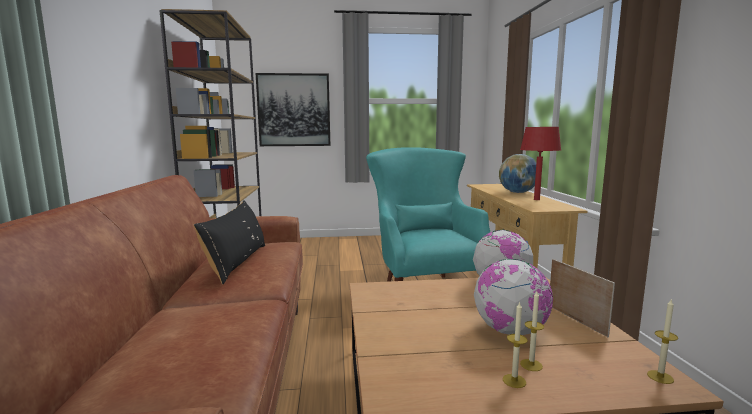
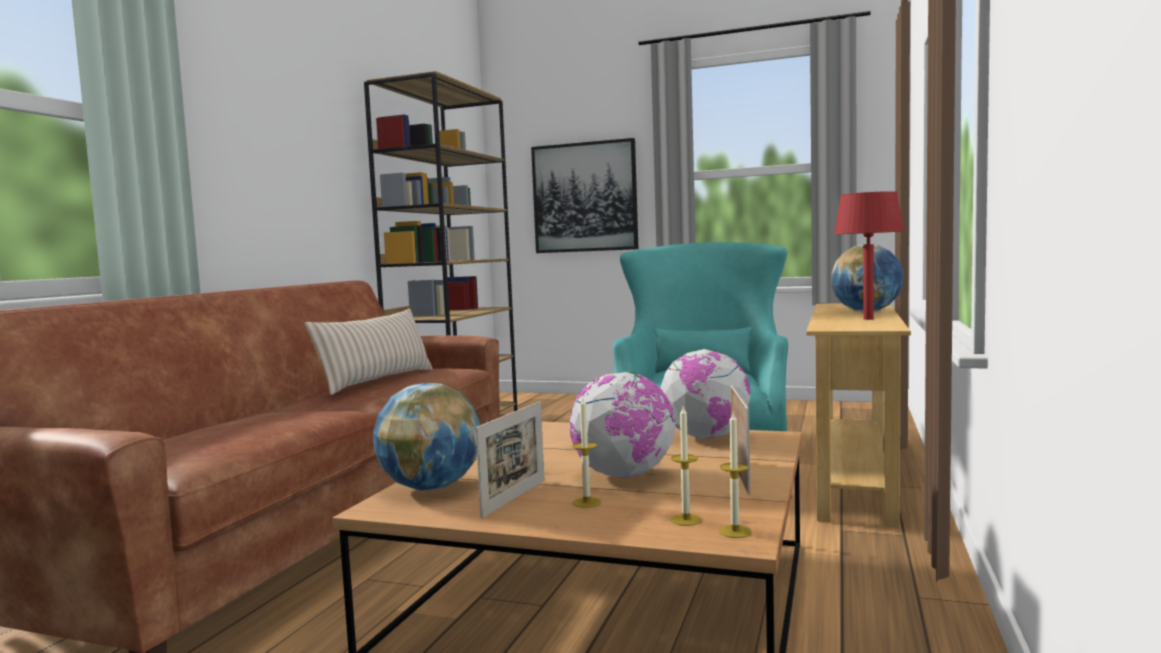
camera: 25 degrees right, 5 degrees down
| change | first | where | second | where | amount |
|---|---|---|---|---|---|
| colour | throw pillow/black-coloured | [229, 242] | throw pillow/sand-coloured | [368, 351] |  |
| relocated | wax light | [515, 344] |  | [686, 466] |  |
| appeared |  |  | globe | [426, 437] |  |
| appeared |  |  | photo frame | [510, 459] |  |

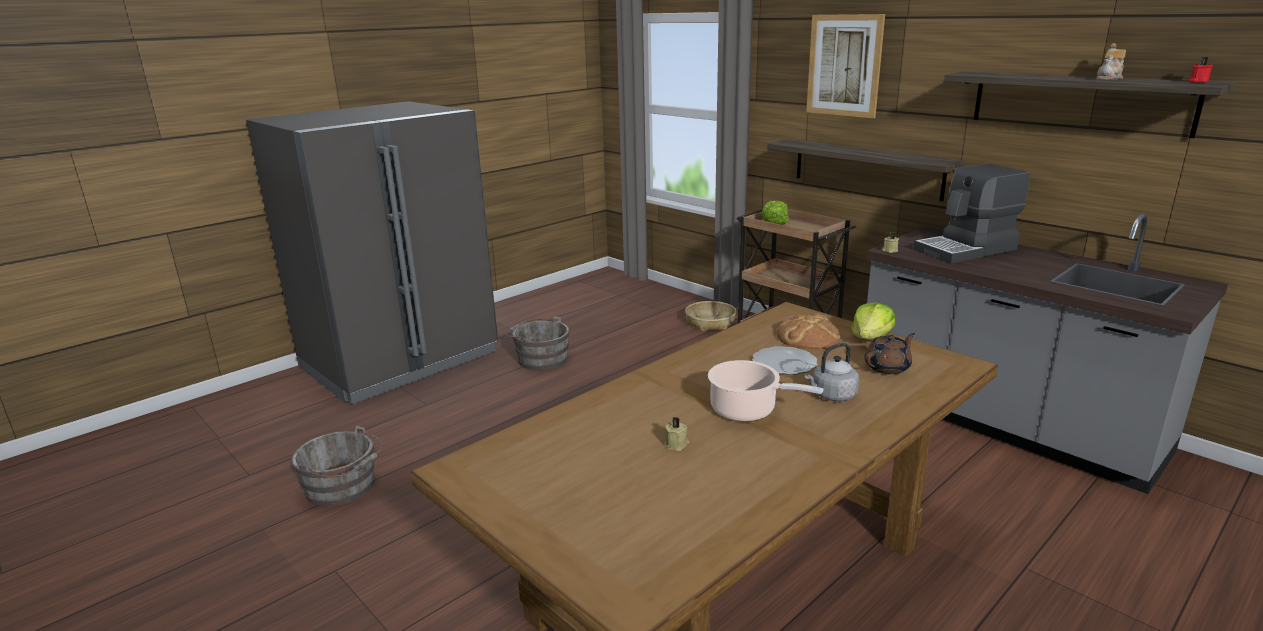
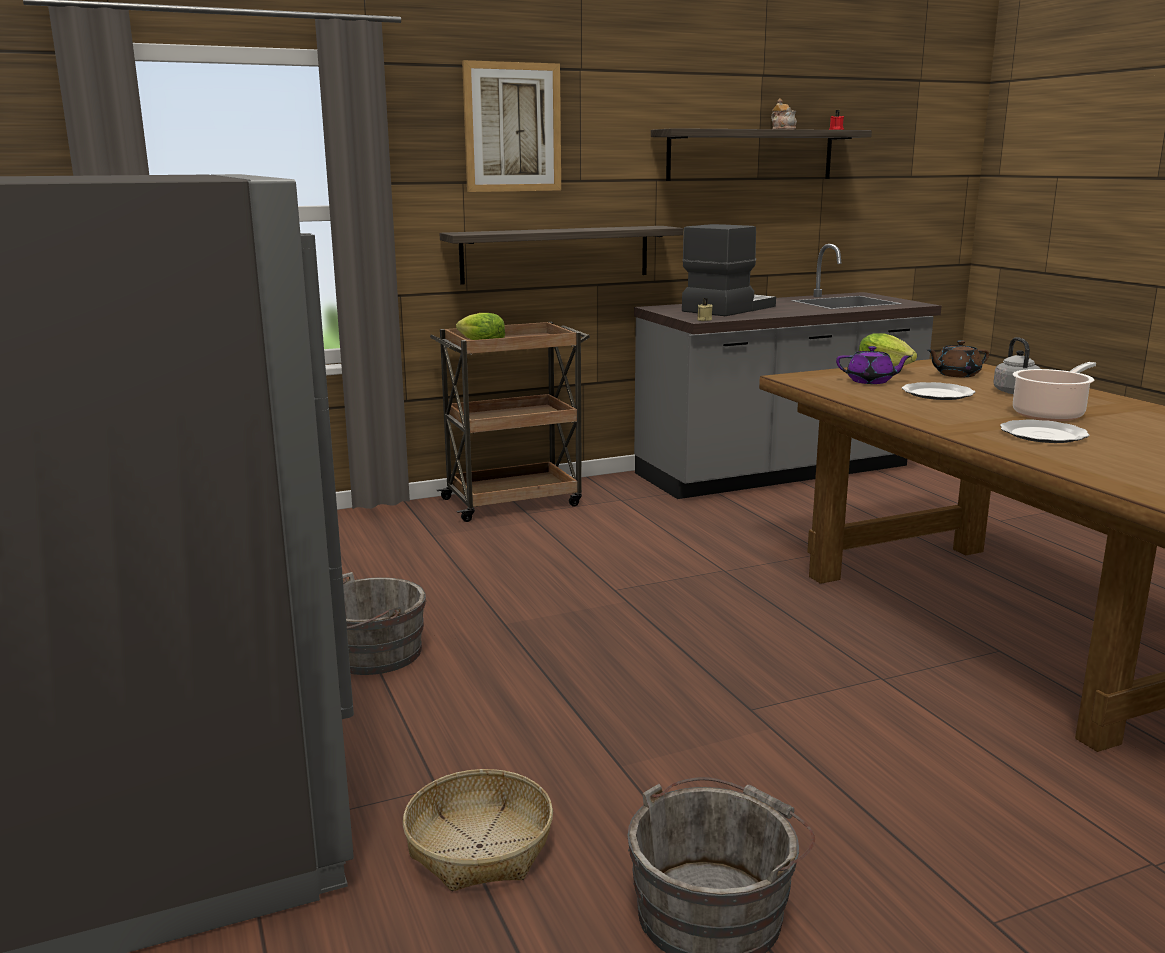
camera: 70 degrees left, 5 degrees down
| change | first | where | second | where | amount |
|---|---|---|---|---|---|
| missing | wax light/sand-coloured | [677, 434] |  |  |  |
| relocated | basket | [710, 316] |  | [478, 830] |  |
| exchanged | bread | [809, 331] | tea pot/purplish | [874, 365] |  |
| spun | tea pot/brownish | [889, 354] |  | [958, 358] | 90 degrees counterclockwise |
| spun | coffee machine | [971, 213] |  | [729, 270] | 135 degrees counterclockwise |
| appeared |  |  | plate | [1045, 431] |  |

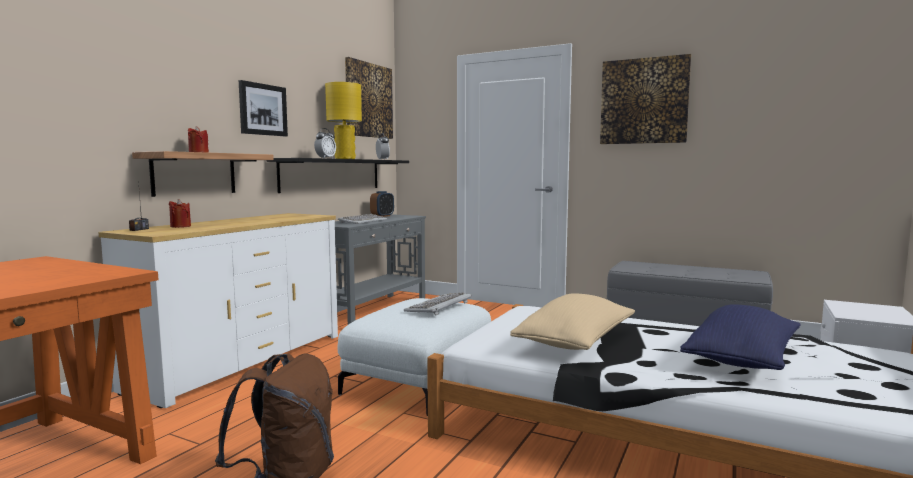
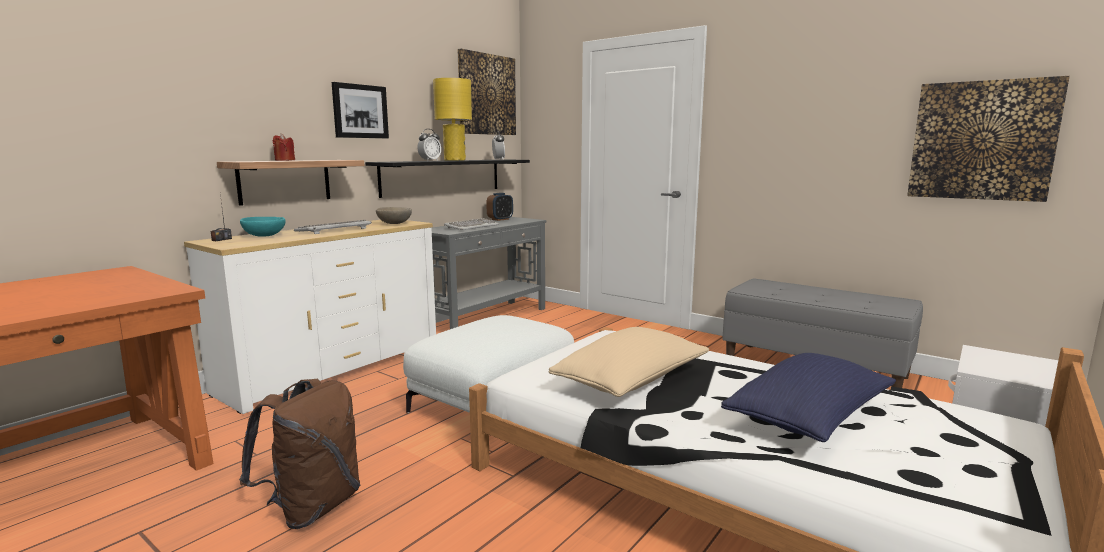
camera: 10 degrees right, 5 degrees up
| change | first | where | second | where | amount |
|---|---|---|---|---|---|
| exchanged | wax light/red | [180, 213] | serving bowl/turquoise | [263, 227] |  |
| relocated | keyboard | [438, 304] |  | [333, 227] |  |
| relocated | wall art | [645, 99] |  | [988, 139] |  |
| appeared |  |  | serving bowl/sand-coloured | [394, 215] |  |

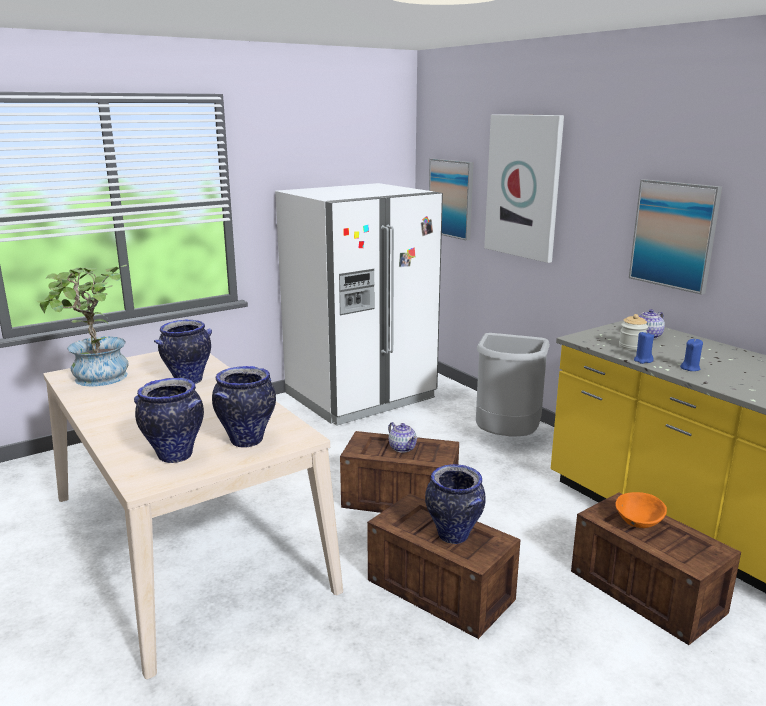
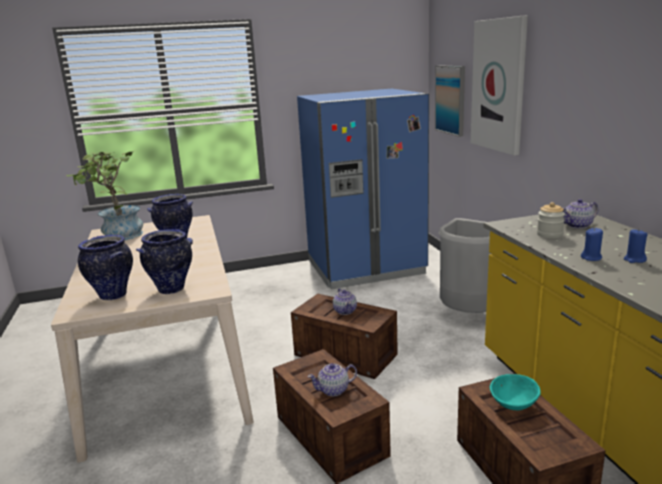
camera: 20 degrees right, 0 degrees up
| change | first | where | second | where | amount |
|---|---|---|---|---|---|
| colour | kitchen fridge/white-coloured | [359, 304] | kitchen fridge/blue | [363, 189] |  |
| exchanged | flower vase | [455, 504] | tea pot | [332, 379] |  |
| colour | serving bowl/orangey | [641, 510] | serving bowl/turquoise | [515, 392] |  |
| missing | wall art | [675, 237] |  |  |  |
| relocated | wax light/blue | [644, 348] |  | [636, 246] |  |

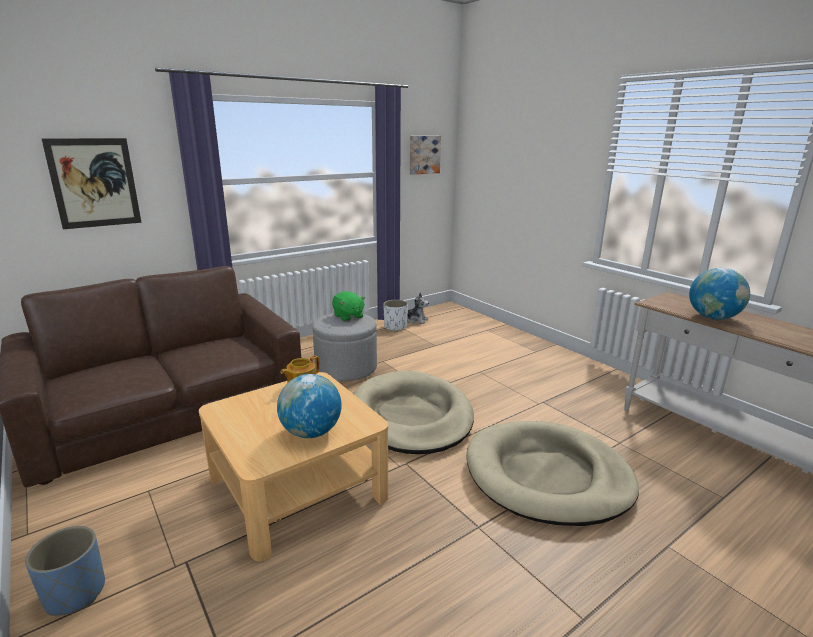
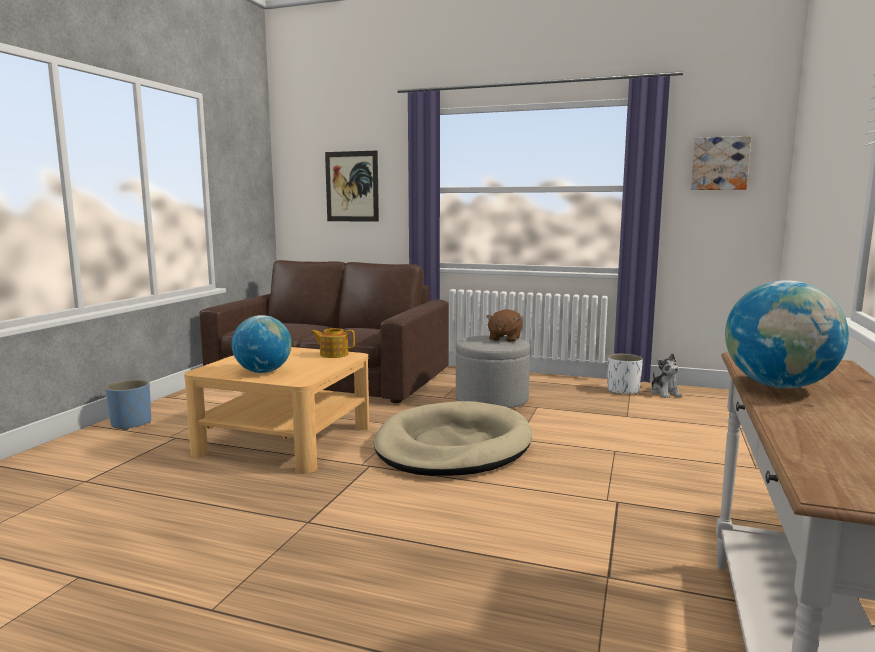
camera: 55 degrees right, 10 degrees down
| change | first | where | second | where | amount |
|---|---|---|---|---|---|
| colour | plush toy/greenish | [348, 306] | plush toy/brownish | [504, 325] |  |
| missing | pet bed/sand-coloured | [552, 473] |  |  |  |

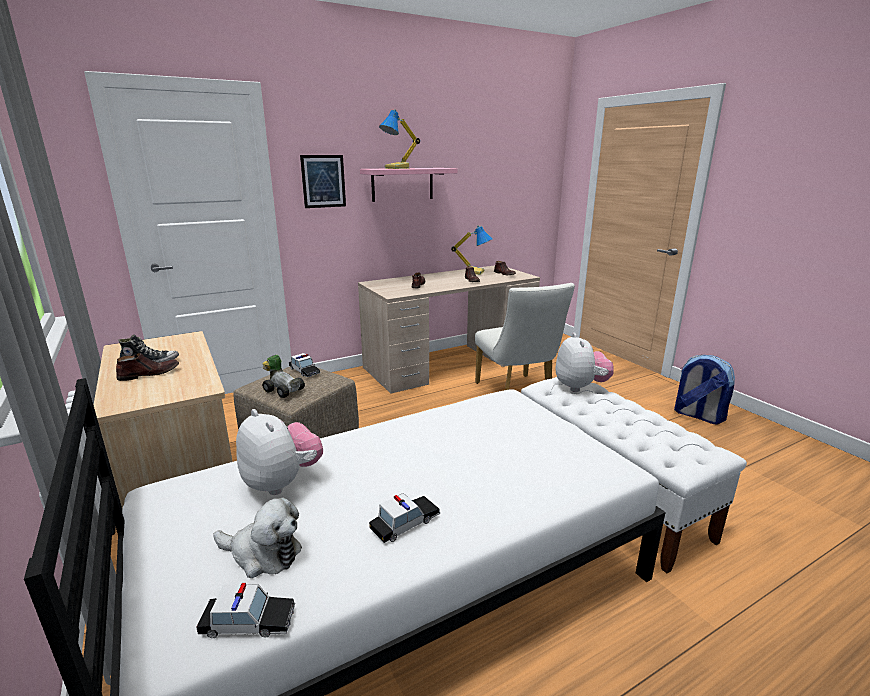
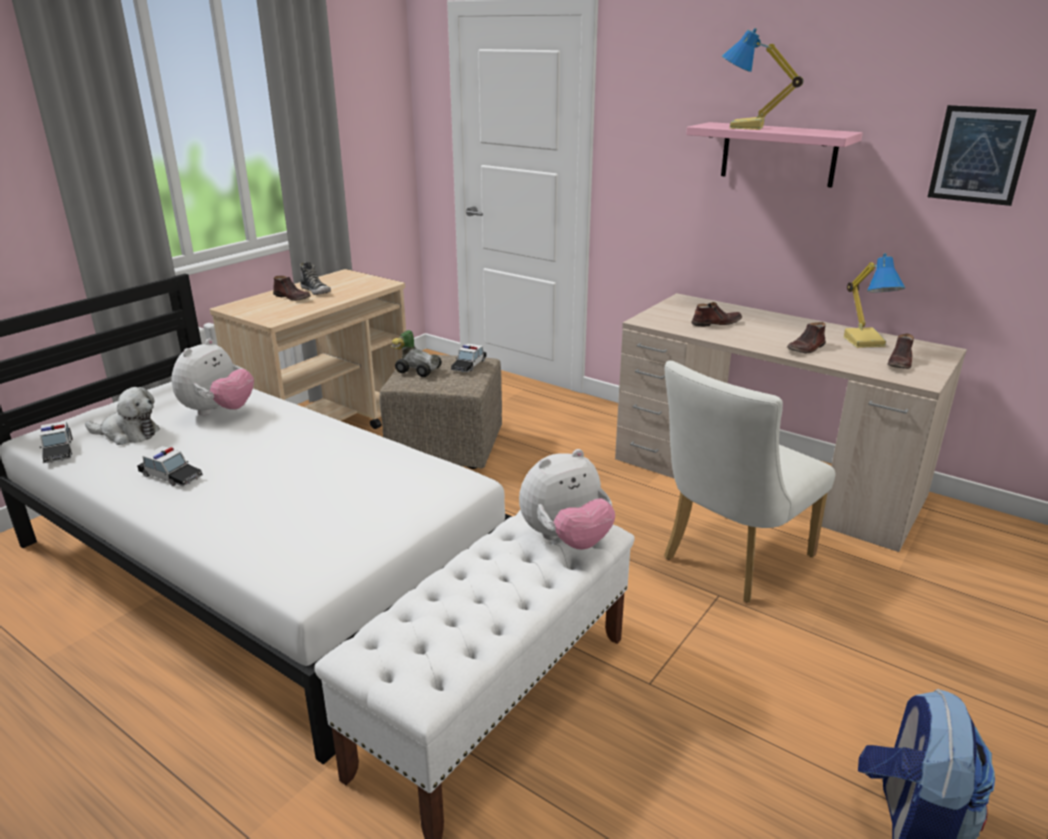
camera: 65 degrees right, 5 degrees up
| change | first | where | second | where | amount |
|---|---|---|---|---|---|
| spun | plush toy | [257, 538] |  | [122, 416] | 75 degrees counterclockwise |
| spun | toy car | [283, 376] |  | [416, 353] | 75 degrees counterclockwise |
| relocated | wall art | [323, 181] |  | [982, 155] |  |

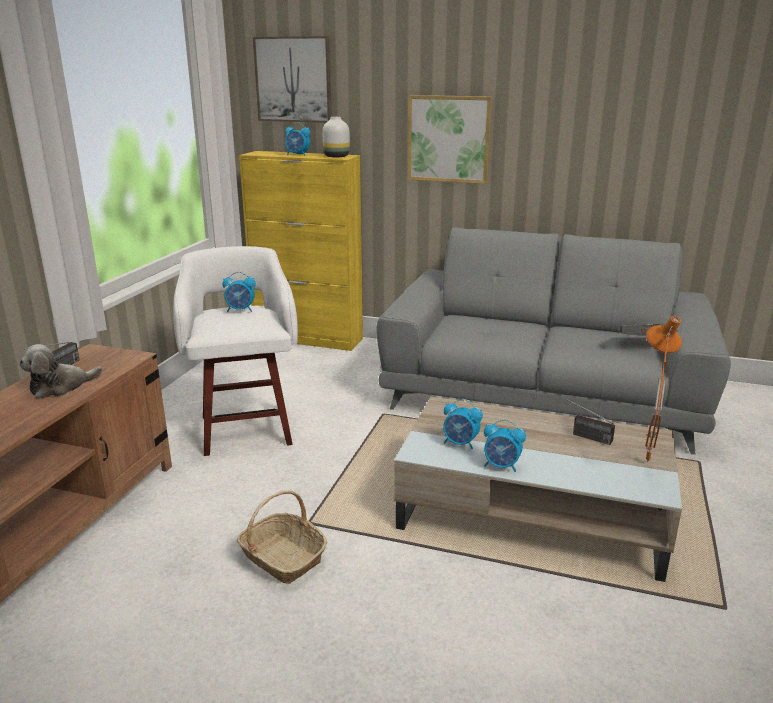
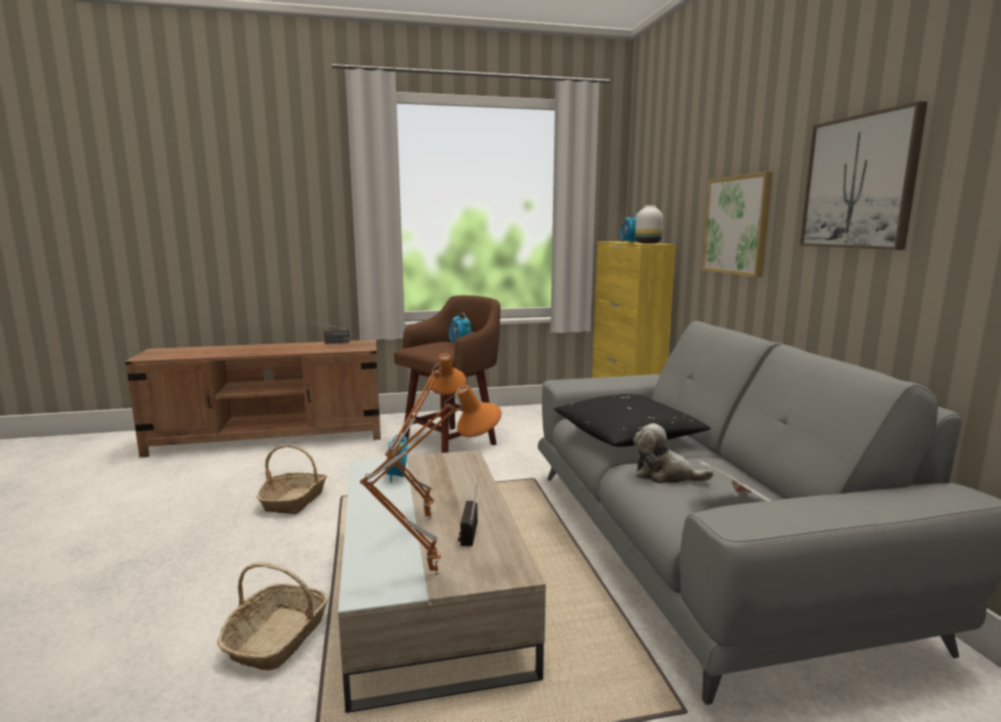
camera: 60 degrees right, 10 degrees down
| change | first | where | second | where | amount |
|---|---|---|---|---|---|
| relocated | plush toy | [61, 371] |  | [673, 453] |  |
| colour | sitting stool/white-coloured | [235, 351] | sitting stool/brownish | [447, 374] |  |
| relocated | wall art | [292, 79] |  | [864, 175] |  |
| missing | table clock | [505, 445] |  |  |  |
| appeared |  |  | basket | [272, 616] |  |
| appeared |  |  | lamp for a table/orangey | [425, 437] |  |
| appeared |  |  | throw pillow/black-coloured | [632, 420] |  |

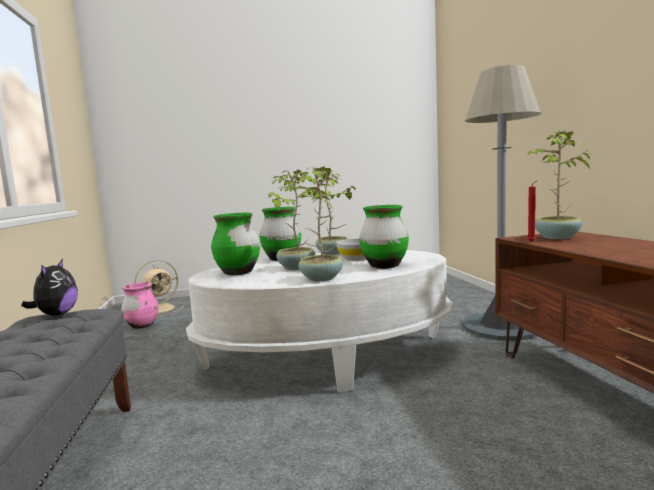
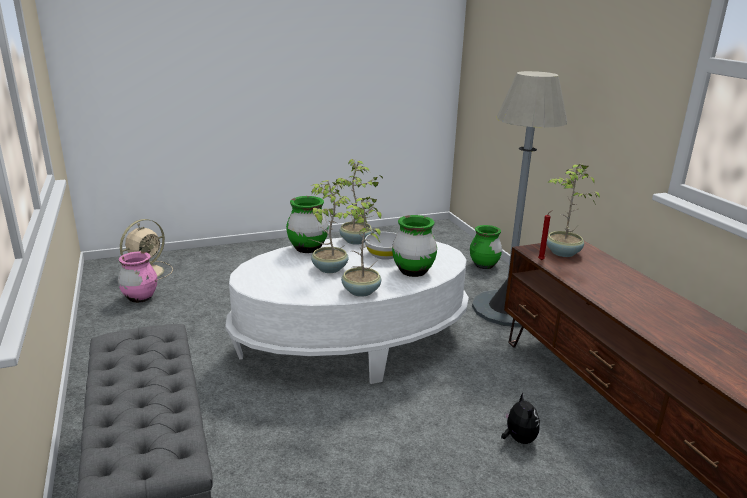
camera: 10 degrees left, 15 degrees up
| change | first | where | second | where | amount |
|---|---|---|---|---|---|
| relocated | plush toy | [49, 287] |  | [520, 418] |  |
| relocated | flower vase/greenish | [235, 244] |  | [486, 247] |  |

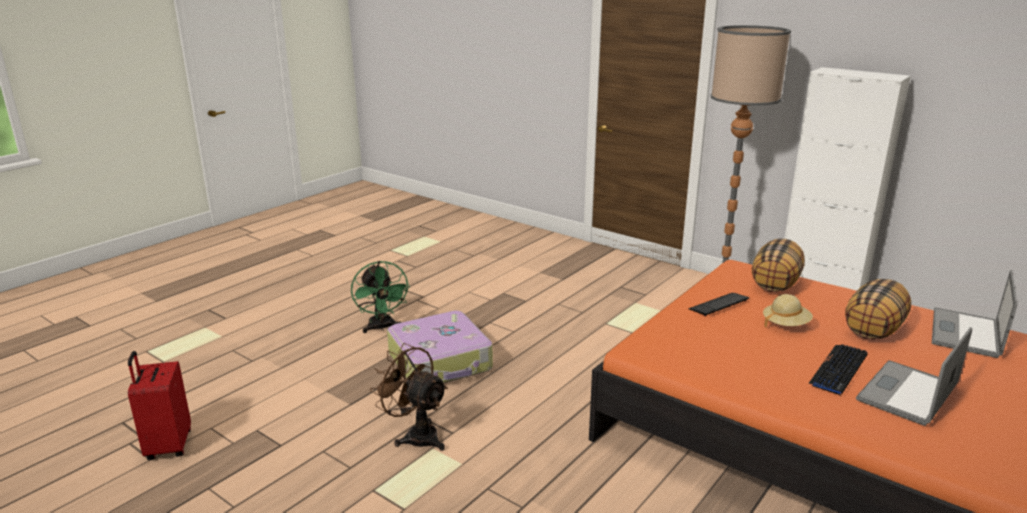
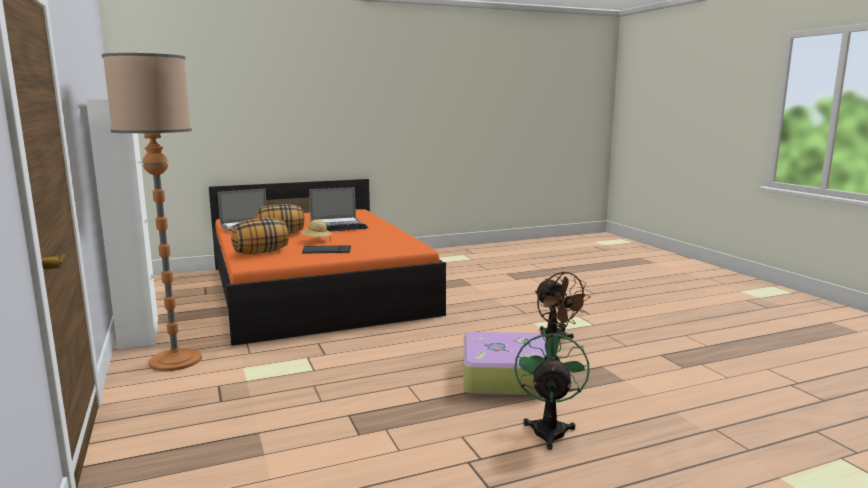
camera: 150 degrees left, 10 degrees down
| change | first | where | second | where | amount |
|---|---|---|---|---|---|
| missing | piece of luggage/red | [159, 405] |  |  |  |

